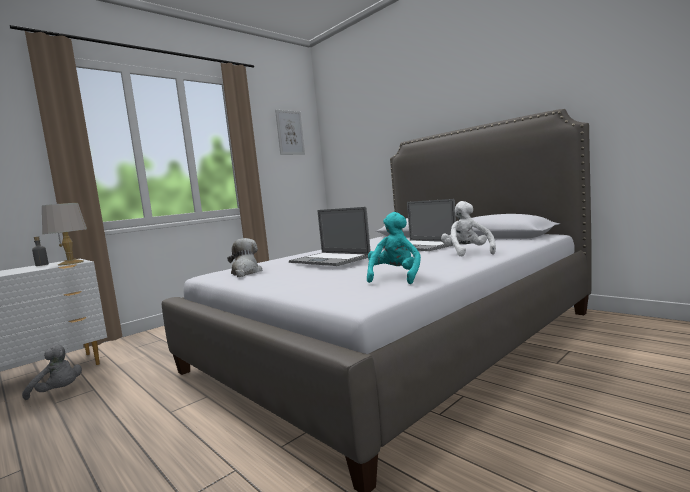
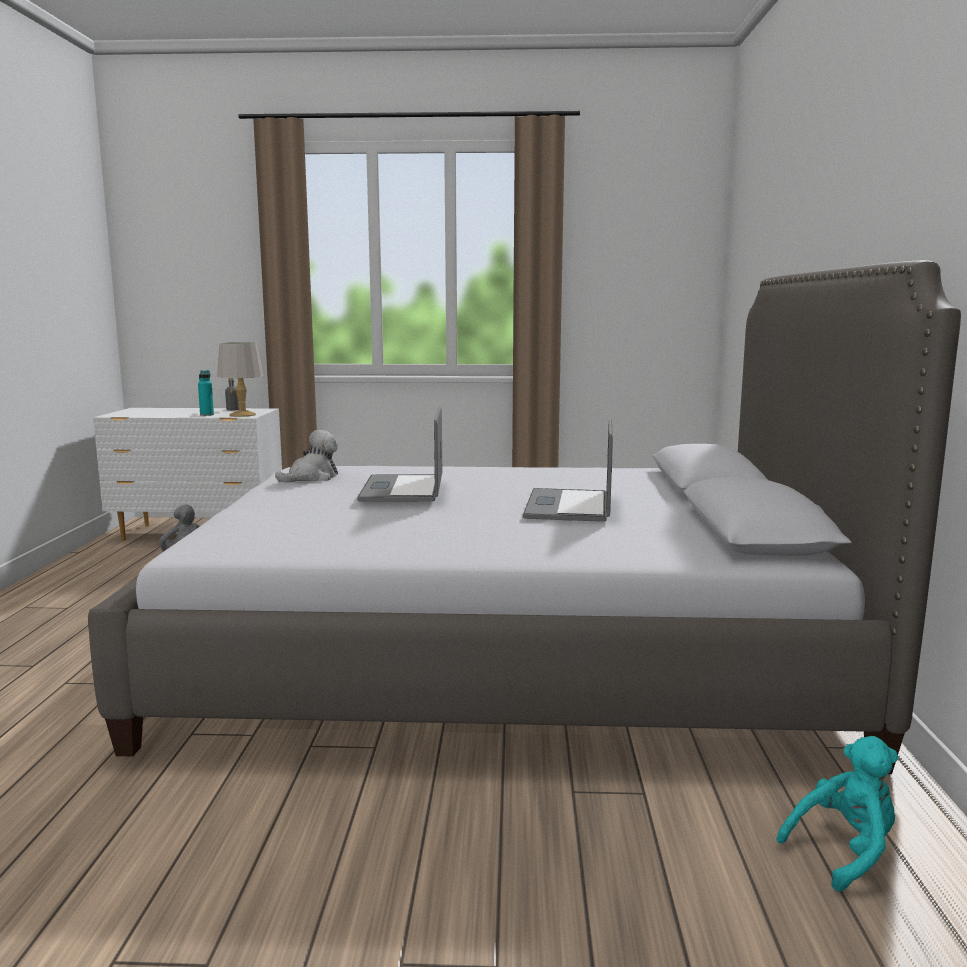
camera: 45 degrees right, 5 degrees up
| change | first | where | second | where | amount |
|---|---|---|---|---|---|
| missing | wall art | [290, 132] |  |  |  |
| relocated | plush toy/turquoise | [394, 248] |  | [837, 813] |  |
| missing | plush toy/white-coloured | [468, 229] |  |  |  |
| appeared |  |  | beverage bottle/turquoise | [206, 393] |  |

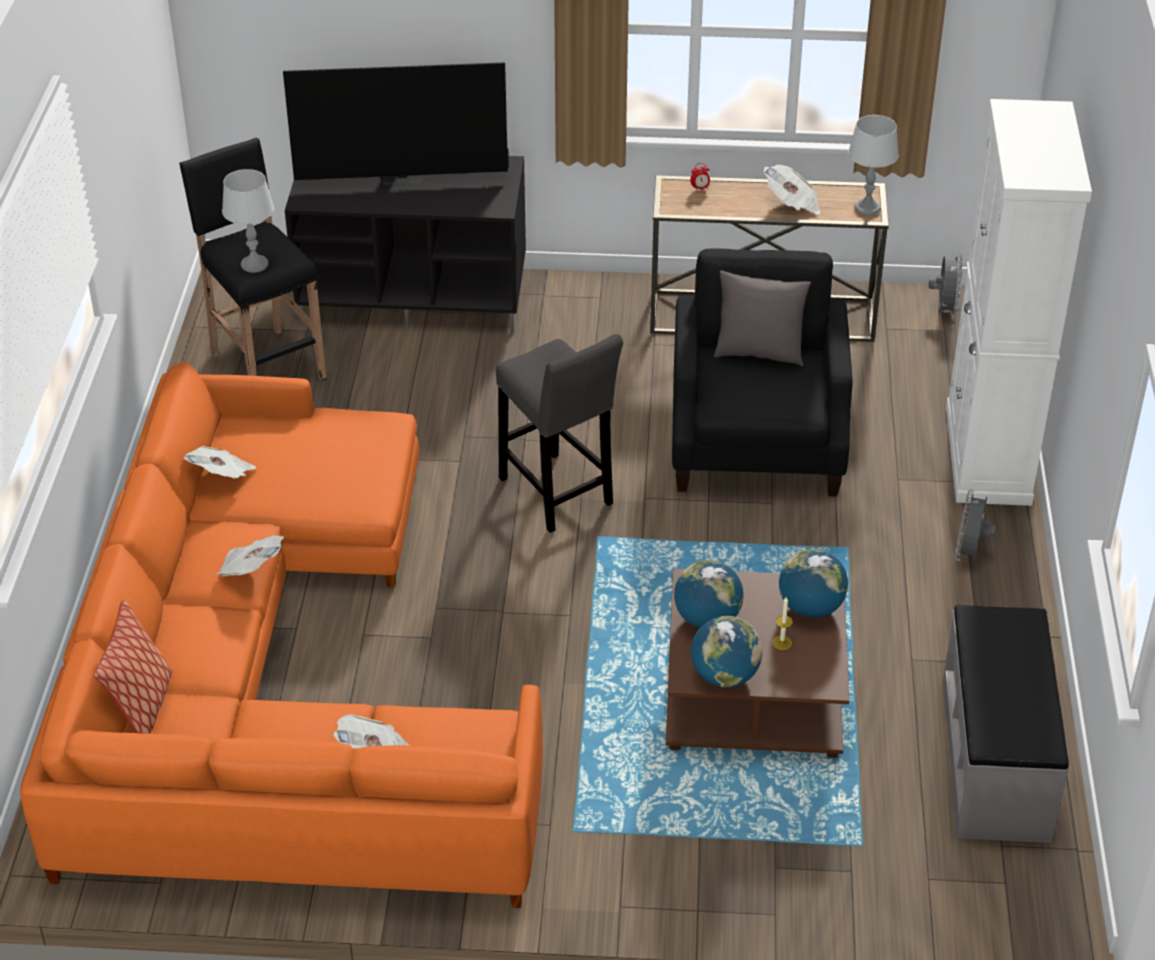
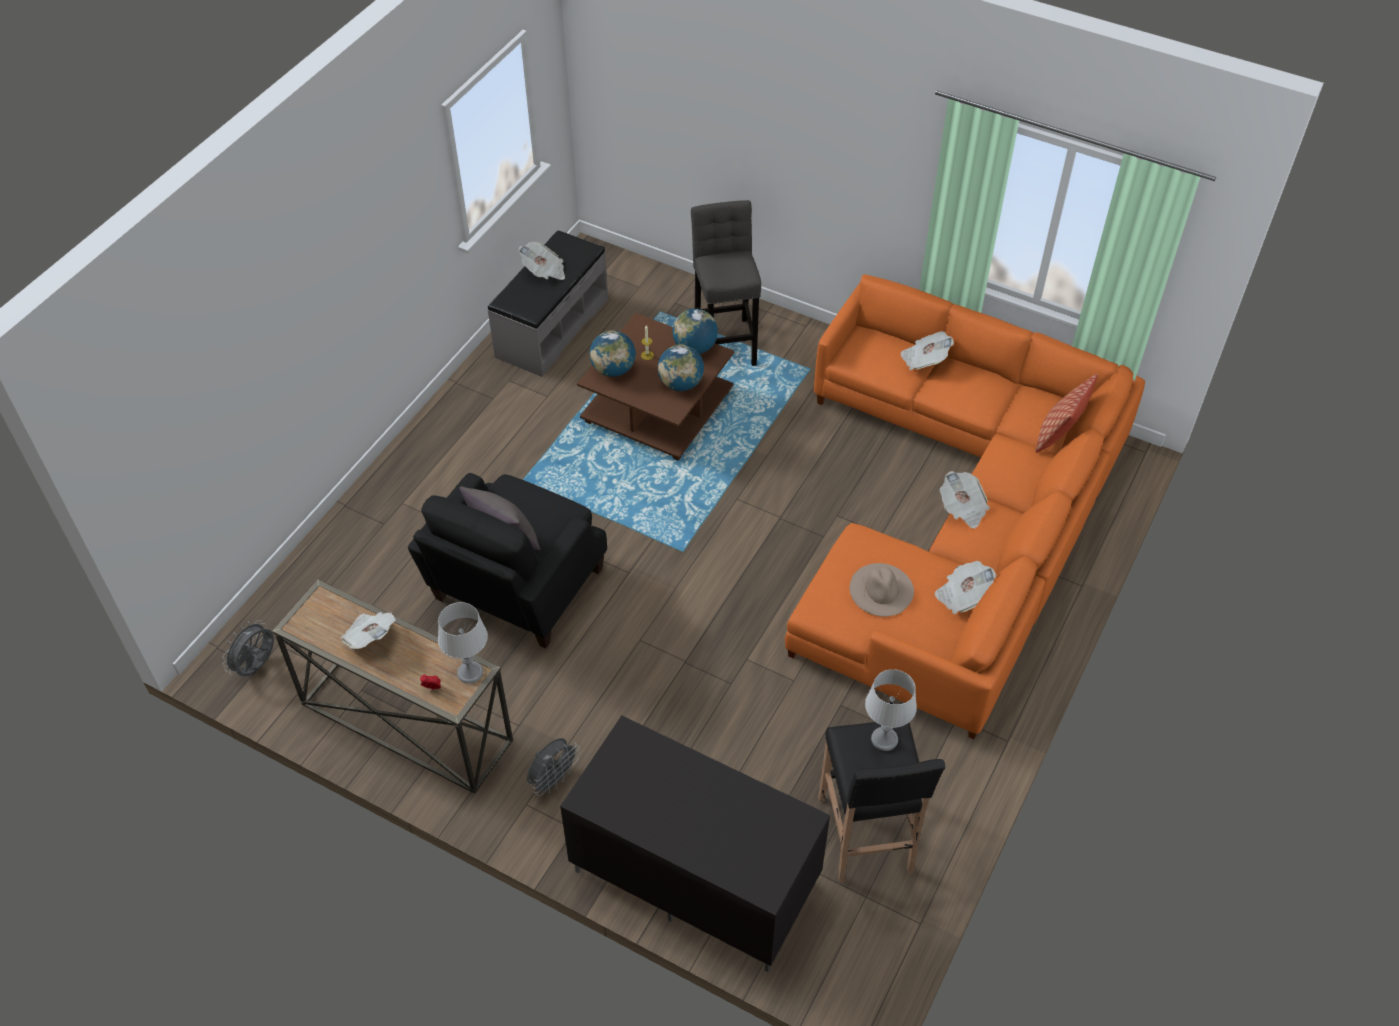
camera: 155 degrees left, 10 degrees up
| change | first | where | second | where | amount |
|---|---|---|---|---|---|
| missing | TV set | [396, 123] |  |  |  |
| relocated | sitting stool/grey | [559, 433] |  | [726, 283] |  |
| relocated | lamp for a table/grey | [873, 165] |  | [463, 643] |  |
| missing | cabinet/white-coloured | [1019, 302] |  |  |  |
| relocated | electric fan/grey | [975, 525] |  | [553, 767] |  |
| appeared |  |  | newspaper | [541, 261] |  |
| appeared |  |  | hat/sand-coloured | [882, 590] |  |

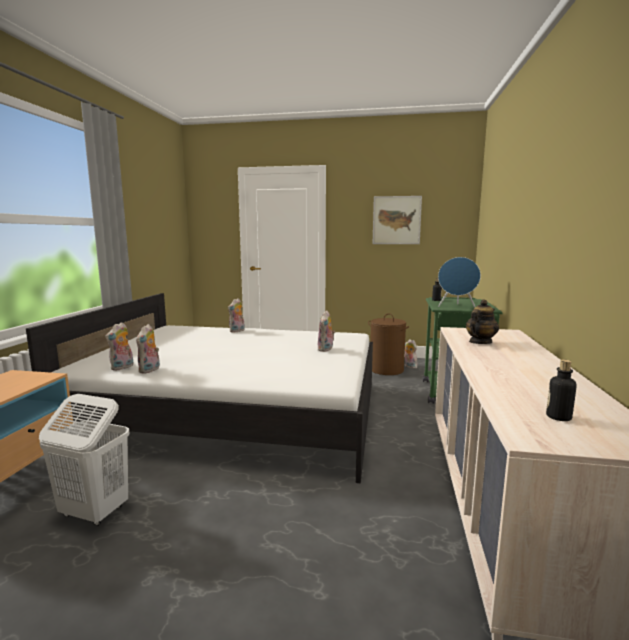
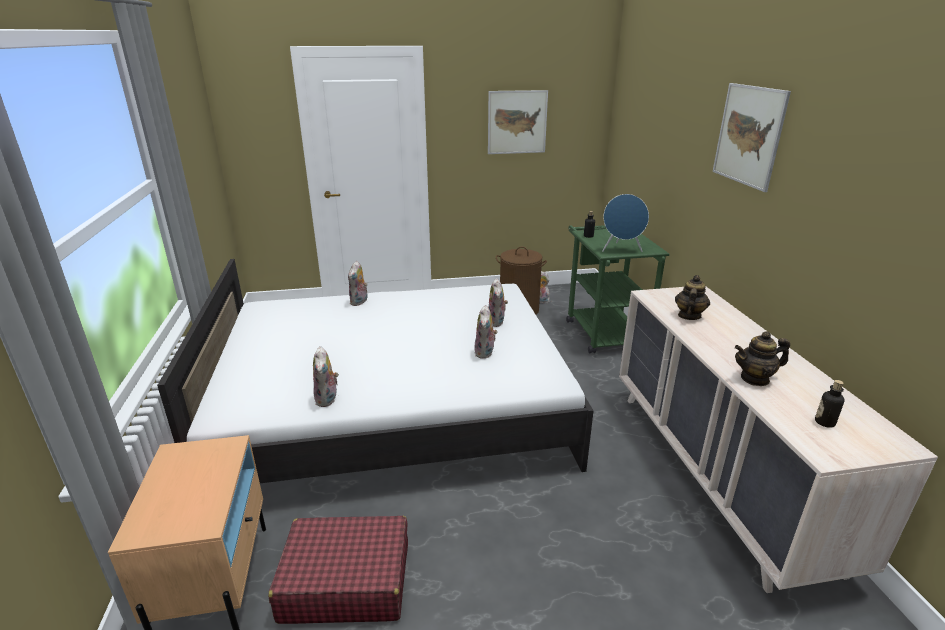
camera: 20 degrees left, 15 degrees up
| change | first | where | second | where | amount |
|---|---|---|---|---|---|
| exchanged | washing basket/white-coloured | [84, 460] | piece of luggage/red | [338, 570] |  |
| relocated | plush toy | [119, 346] |  | [486, 332] |  |
| appeared |  |  | wall art | [752, 137] |  |
| appeared |  |  | tea pot | [762, 358] |  |

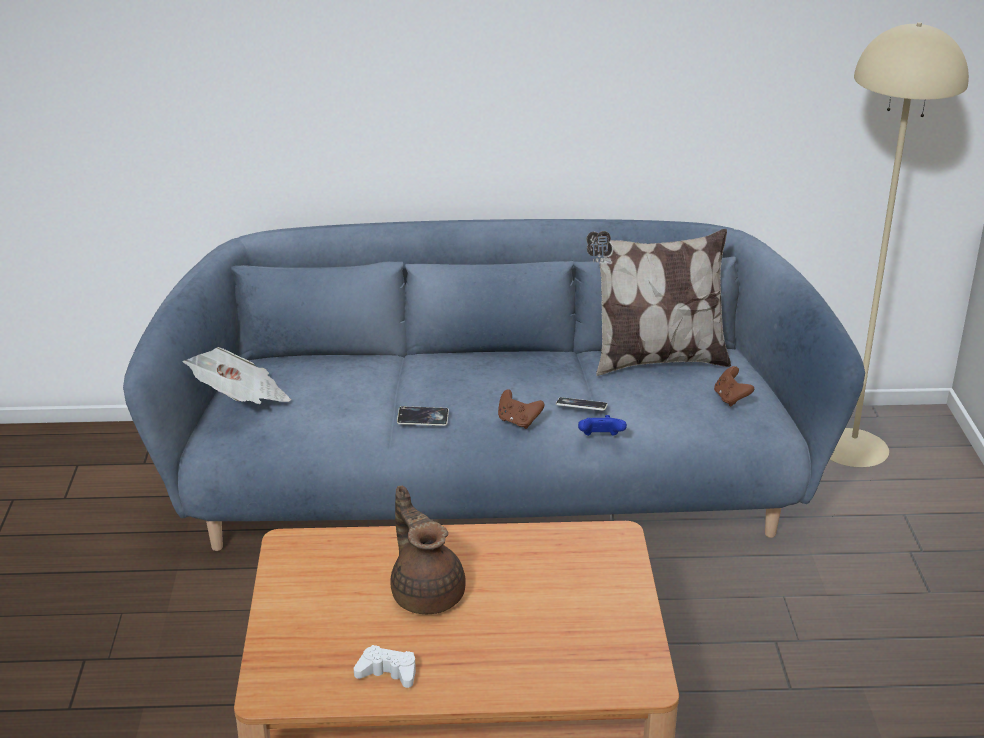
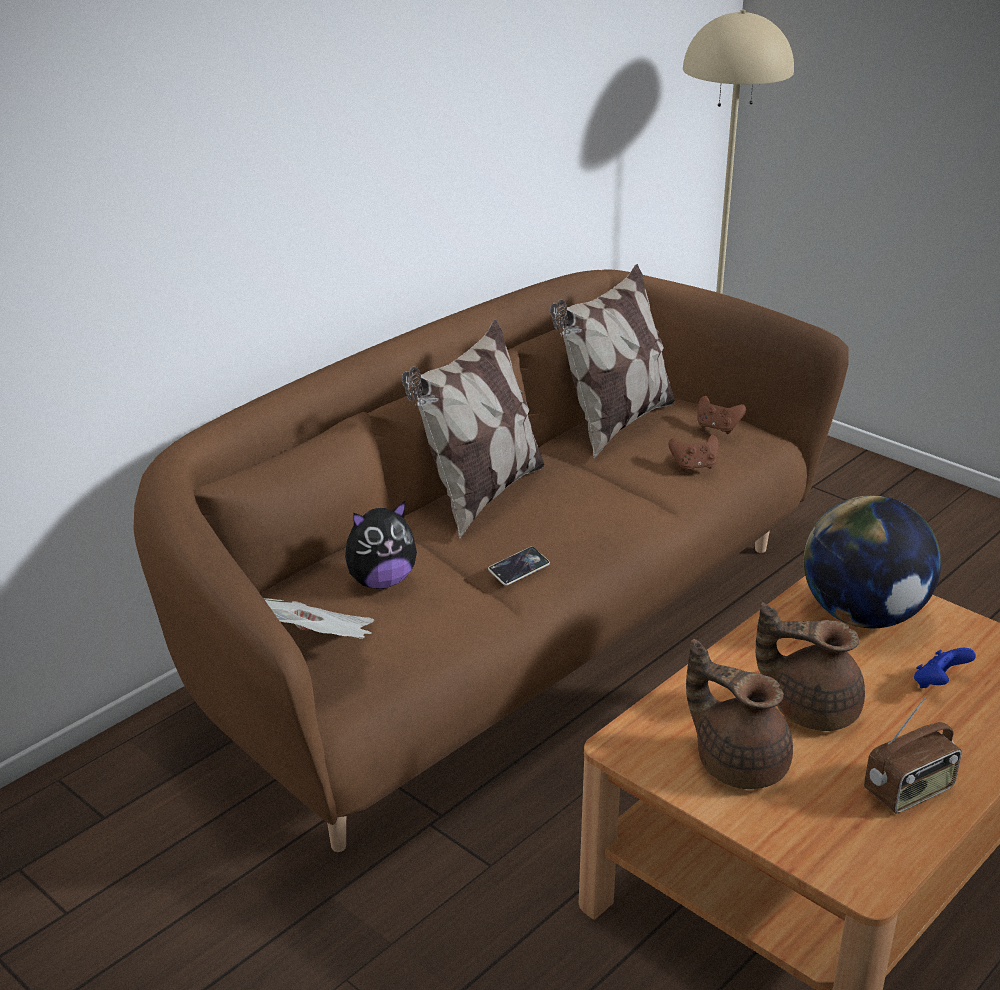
camera: 45 degrees left, 0 degrees up
| change | first | where | second | where | amount |
|---|---|---|---|---|---|
| colour | settee/blue | [494, 385] | settee/brownish | [491, 560] |  |
| exchanged | gamepad/white-coloured | [385, 666] | radio receiver | [913, 755] |  |
| relocated | gamepad/brownish | [521, 409] |  | [694, 453] |  |
| missing | handset | [582, 404] |  |  |  |
| relocated | gamepad/blue | [602, 425] |  | [945, 668] |  |
| appeared |  |  | plush toy | [381, 545] |  |
| appeared |  |  | throw pillow | [473, 428] |  |
| appeared |  |  | tea pot/brownish | [739, 714] |  |
| appeared |  |  | globe | [872, 561] |  |

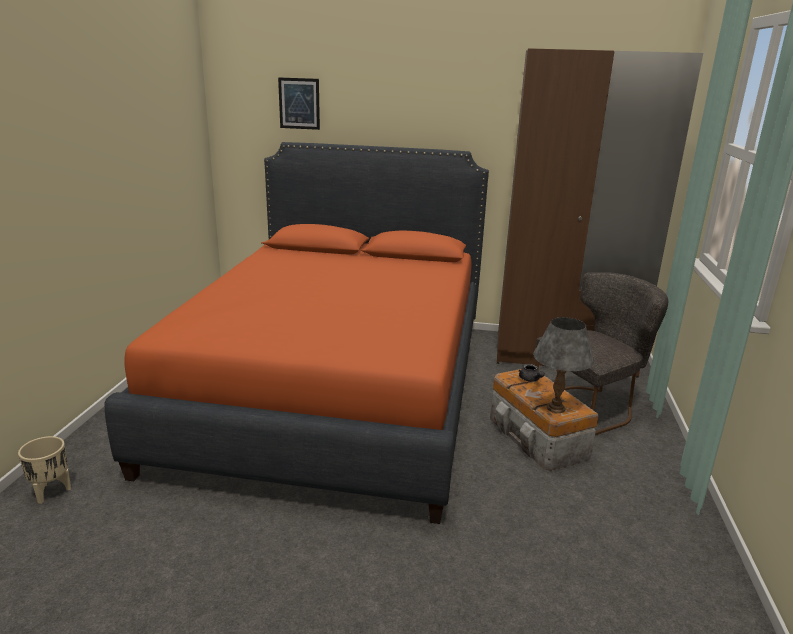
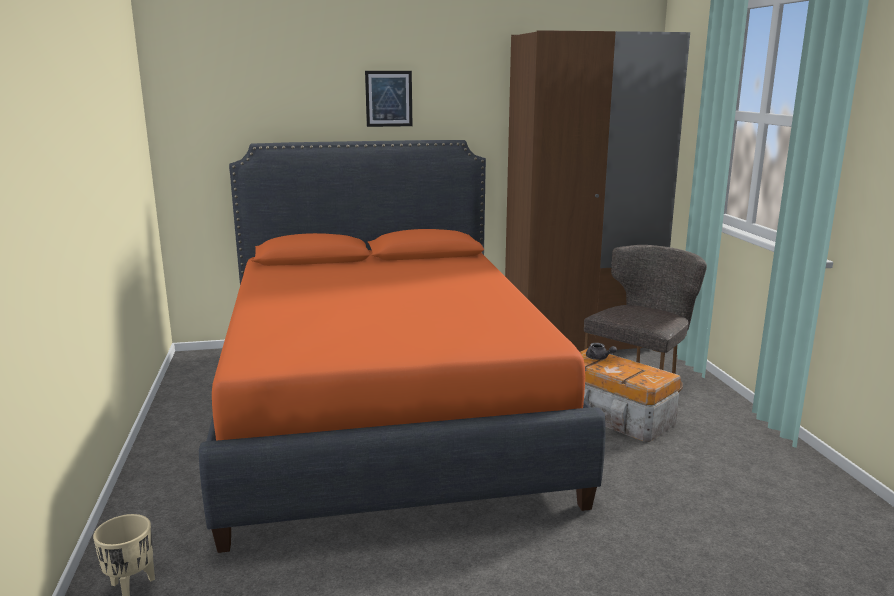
camera: 20 degrees left, 5 degrees down
| change | first | where | second | where | amount |
|---|---|---|---|---|---|
| relocated | wall art | [299, 103] |  | [388, 99] |  |
| missing | lamp for a table/grey | [563, 365] |  |  |  |

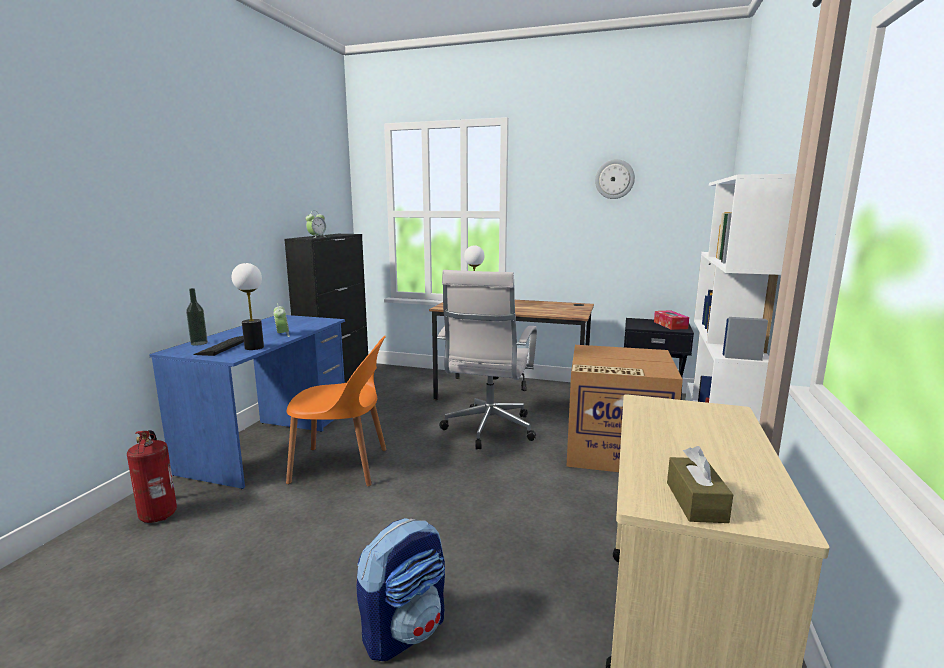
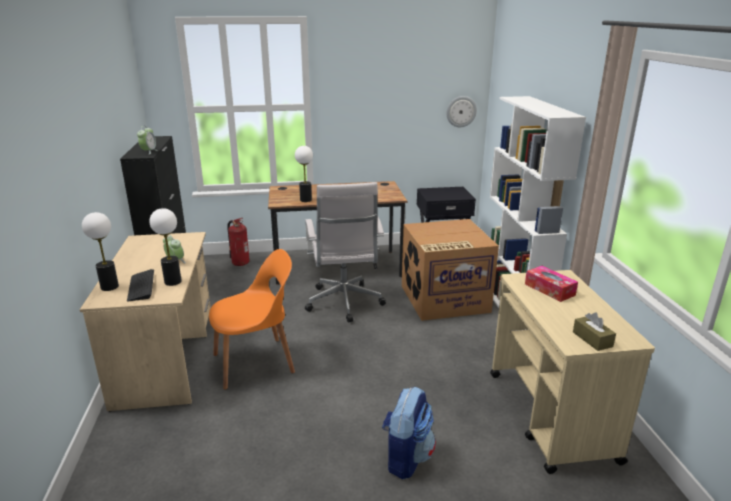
camera: 25 degrees left, 10 degrees up
| change | first | where | second | where | amount |
|---|---|---|---|---|---|
| relocated | extinguisher | [152, 476] |  | [238, 242] |  |
| colour | desk table/blue | [247, 402] | desk table/sand-coloured | [145, 321] |  |
| exchanged | beverage bottle | [197, 317] | lamp for a table | [100, 251] |  |
| relocated | wall clock | [615, 179] |  | [462, 111] |  |
| relocated | tissue holder | [671, 320] |  | [551, 284] |  |

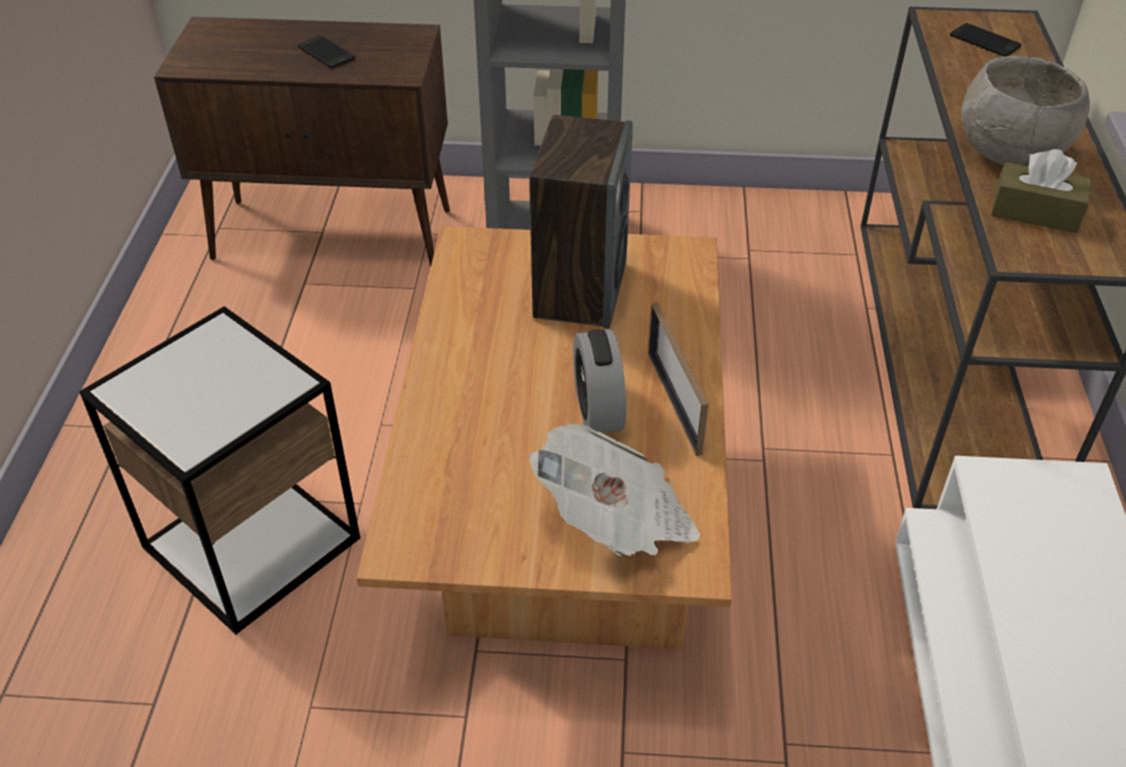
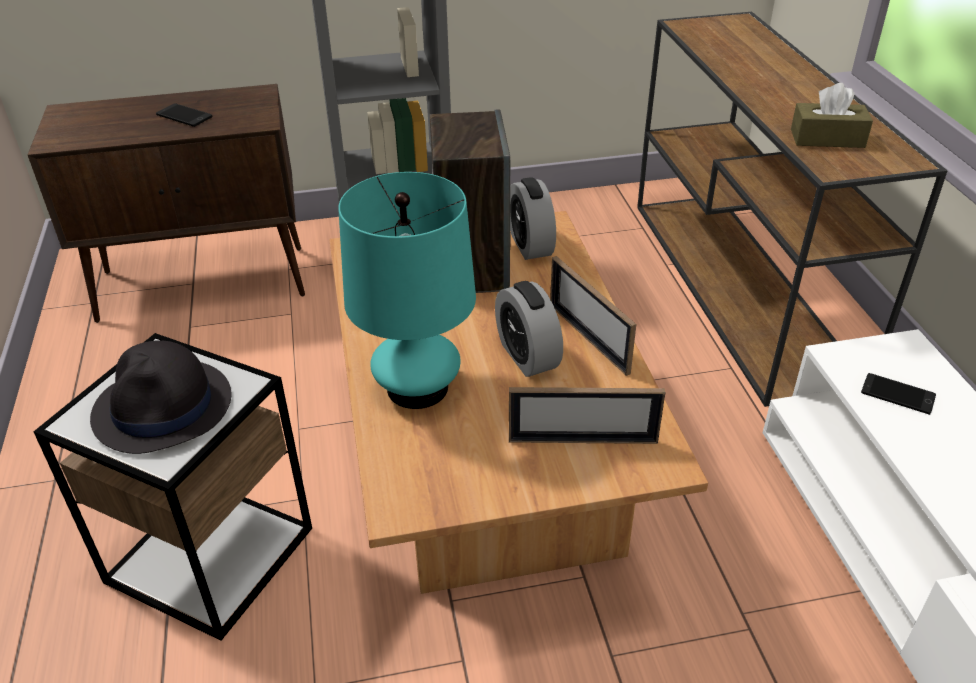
camera: 15 degrees left, 5 degrees down
| change | first | where | second | where | amount |
|---|---|---|---|---|---|
| exchanged | newspaper | [614, 490] | photo frame | [587, 415] |  |
| relocated | handset | [986, 40] |  | [898, 394] |  |
| missing | serving bowl/grey | [1025, 111] |  |  |  |
| appeared |  |  | hat/black-coloured | [160, 397] |  |
| appeared |  |  | lamp for a table/turquoise | [407, 290] |  |
| appeared |  |  | table clock | [533, 218] |  |

